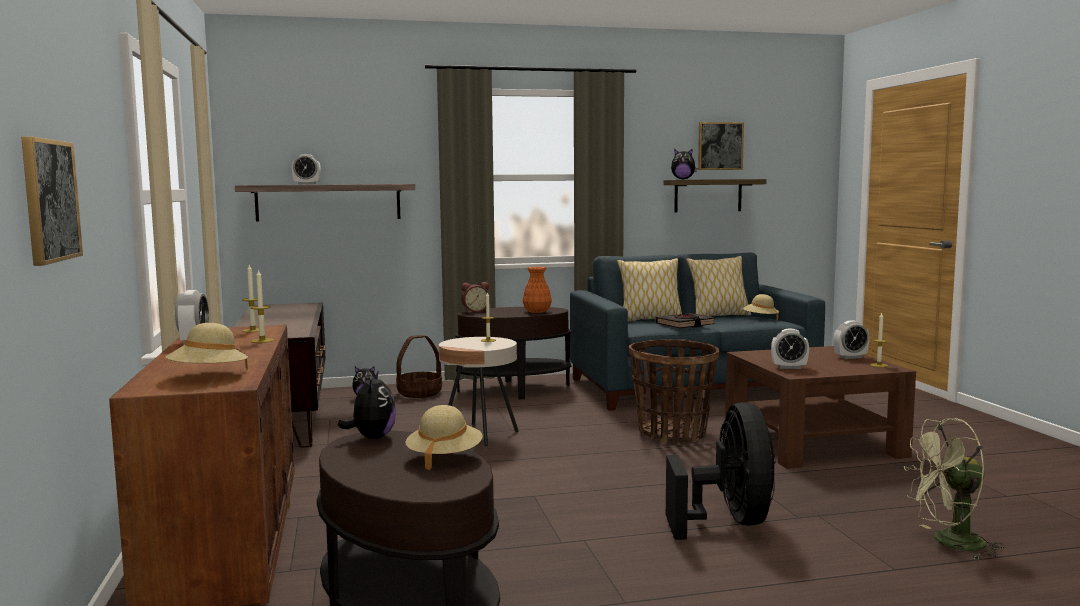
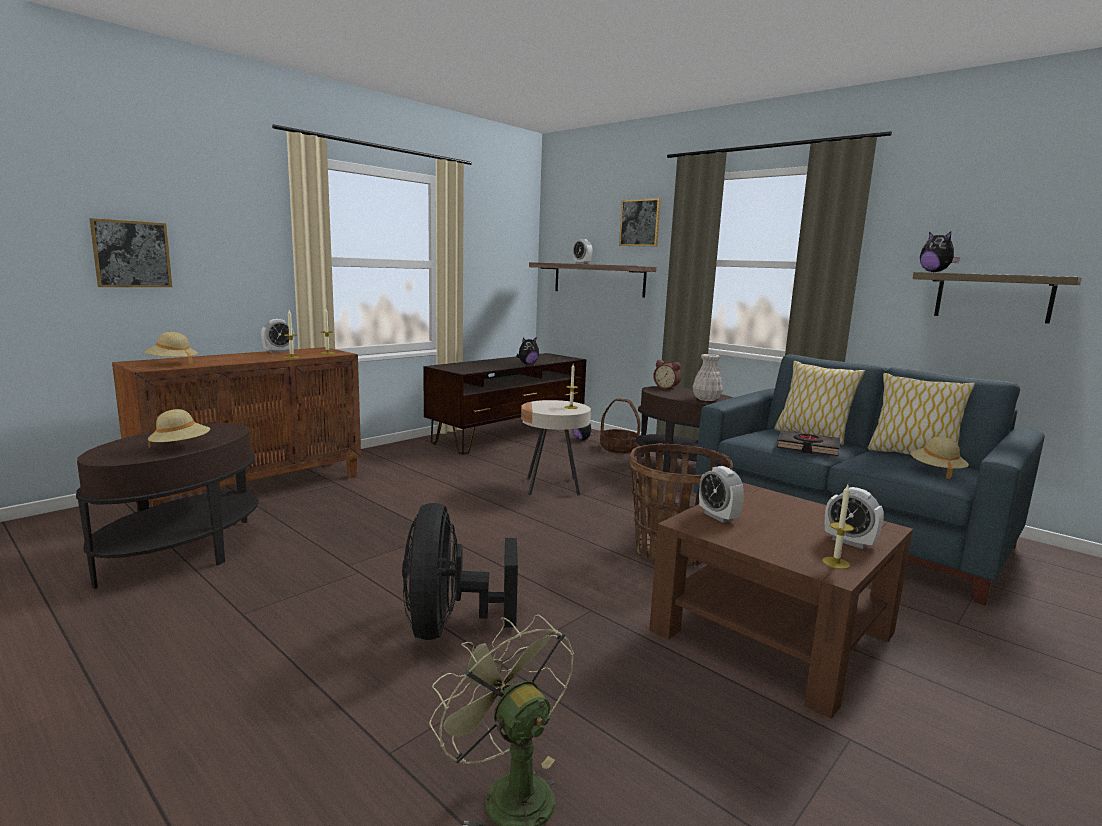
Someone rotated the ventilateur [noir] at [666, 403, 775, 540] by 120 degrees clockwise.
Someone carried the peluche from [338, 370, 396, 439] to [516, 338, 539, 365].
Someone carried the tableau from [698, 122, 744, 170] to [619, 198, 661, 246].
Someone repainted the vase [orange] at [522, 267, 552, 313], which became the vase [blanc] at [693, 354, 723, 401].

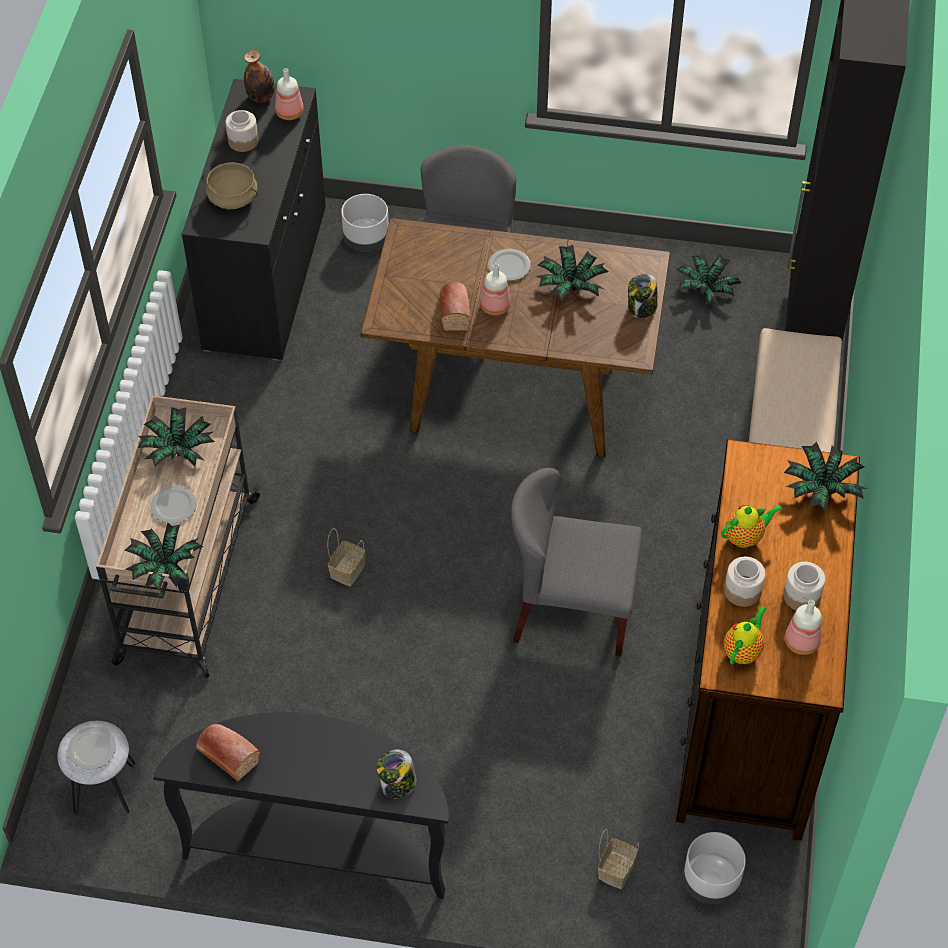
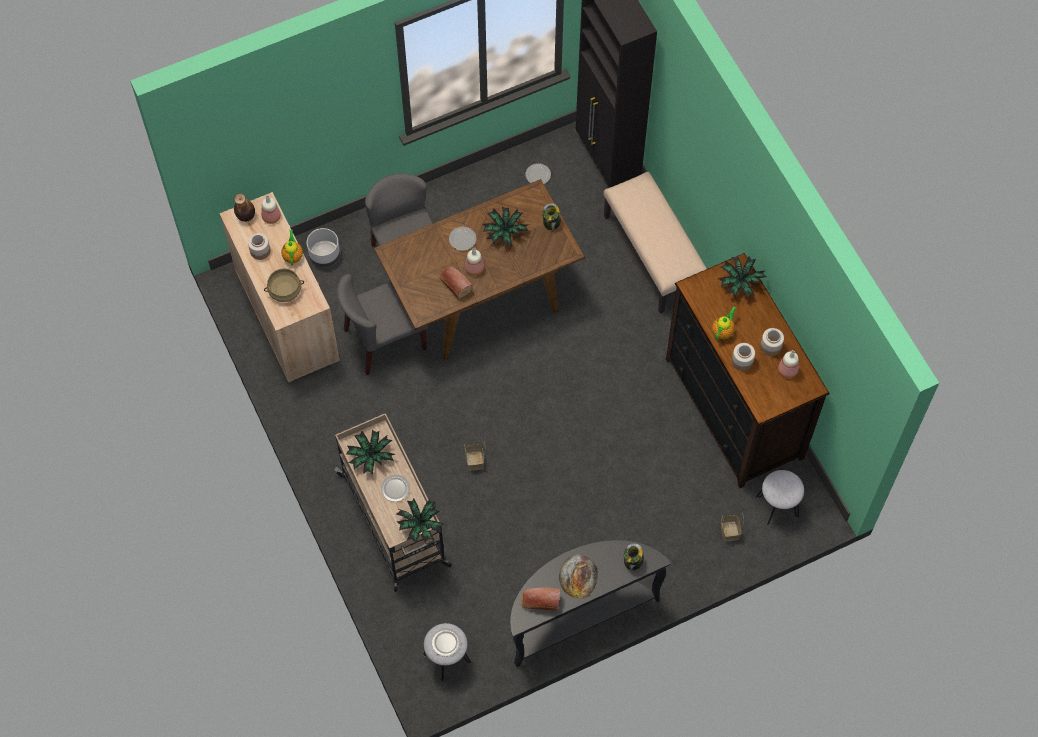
Someone repainted the meuble de rangement [noir] at [182, 79, 326, 361], which became the meuble de rangement [beige] at [220, 192, 340, 382].
Someone carried the théière from [724, 605, 767, 664] to [281, 230, 303, 265].
Someone carried the chaise [gris] from [511, 468, 642, 657] to [337, 274, 428, 375].
Someone swapped the plante en pot at [675, 254, 742, 306] for the assiette at [525, 163, 551, 184].
Someone put down the pain at [559, 554, 598, 598].
Someone swapped the cache-pot [gris] at [683, 832, 746, 904] for the tabouret [gris] at [757, 470, 804, 526].

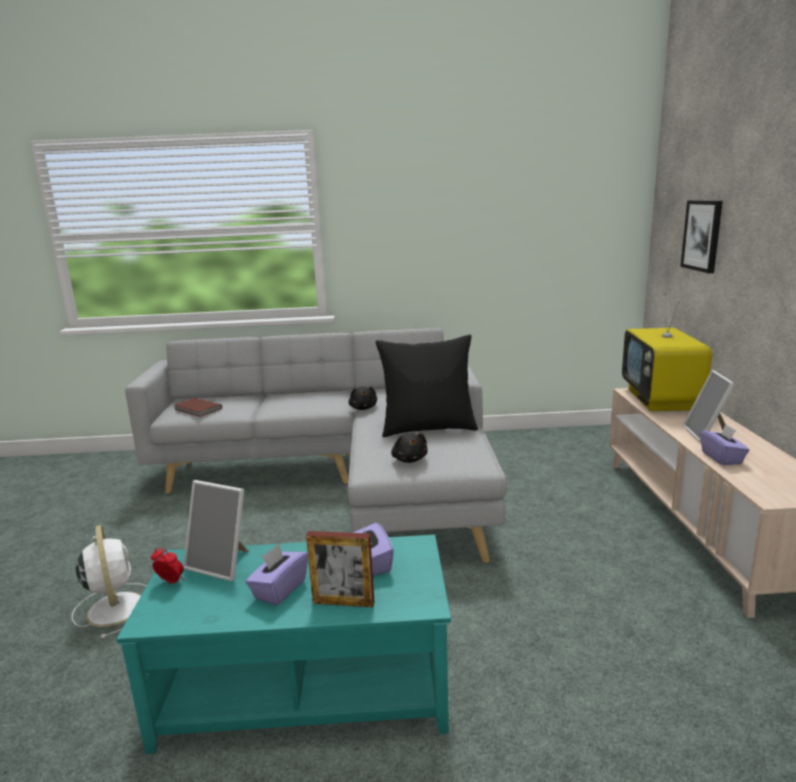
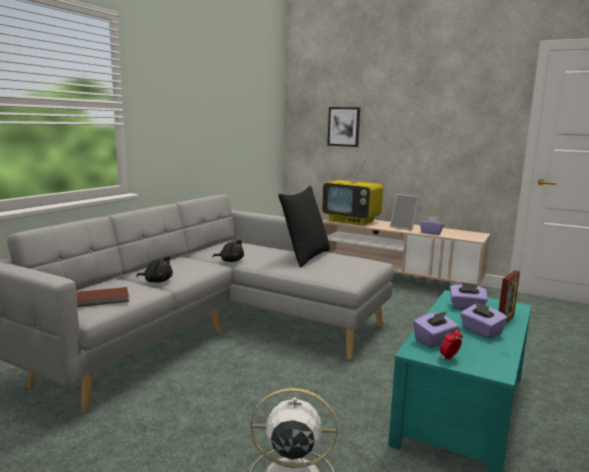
Someone carried the peluche [noir] from [391, 433, 428, 463] to [136, 257, 173, 283].
Someone swapped the cadre photo at [183, 480, 249, 581] for the boîte à mouchoirs [violet] at [413, 311, 459, 348].

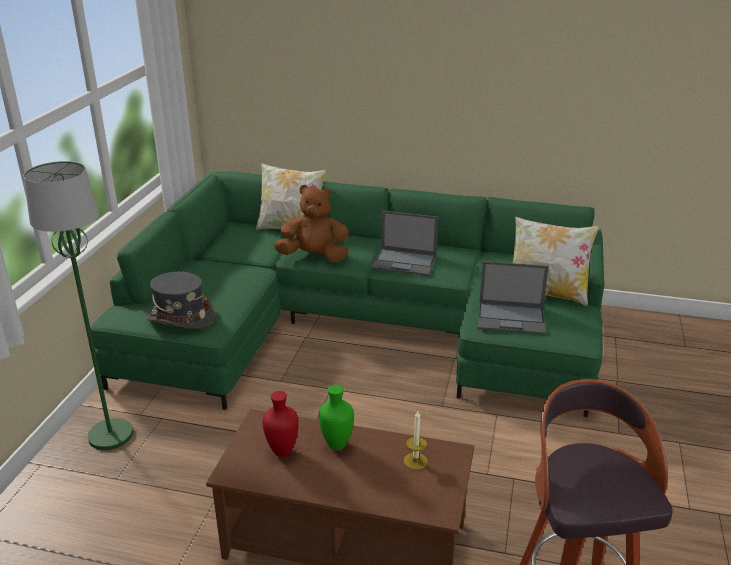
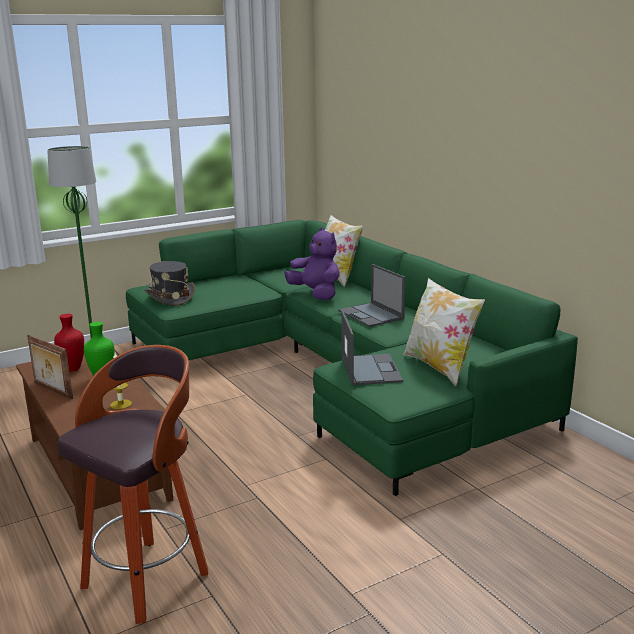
Someone put down the cadre photo at [27, 335, 73, 399].
Someone repainted the peluche [marron] at [274, 185, 349, 262], which became the peluche [violet] at [284, 228, 340, 300].
Someone rotated the ordinateur portable at [478, 261, 549, 334] by 150 degrees counterclockwise.

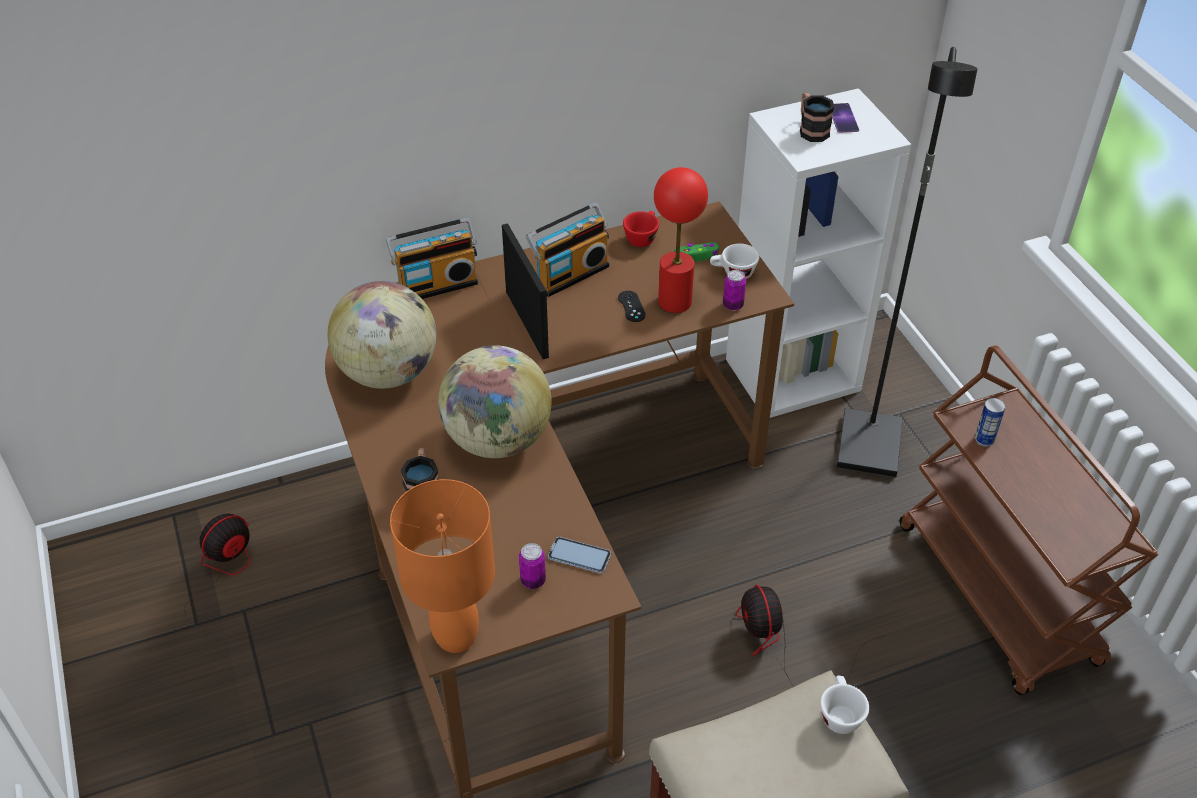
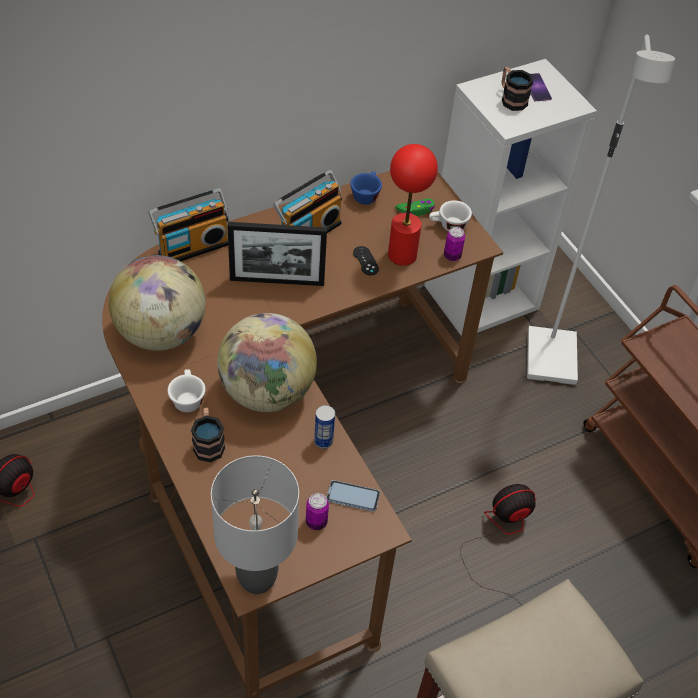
Someone carried the tasse [blanc] from [820, 676, 869, 734] to [168, 369, 206, 412].
Someone repainted the lampe de table [orange] at [390, 479, 495, 653], which became the lampe de table [gris] at [211, 455, 299, 594].
Someone rotated the cadre photo at [502, 223, 549, 359] by 120 degrees clockwise.
Someone carried the boîte métallique from [975, 398, 1005, 447] to [314, 405, 335, 449].
Someone repainted the tasse [rouge] at [623, 211, 659, 247], which became the tasse [bleu] at [350, 171, 382, 205].
Someone rotated the ventilateur at [735, 585, 887, 687] by 90 degrees clockwise.
Someone repainted the lampadaire [noir] at [837, 47, 977, 478], which became the lampadaire [blanc] at [527, 34, 675, 385].

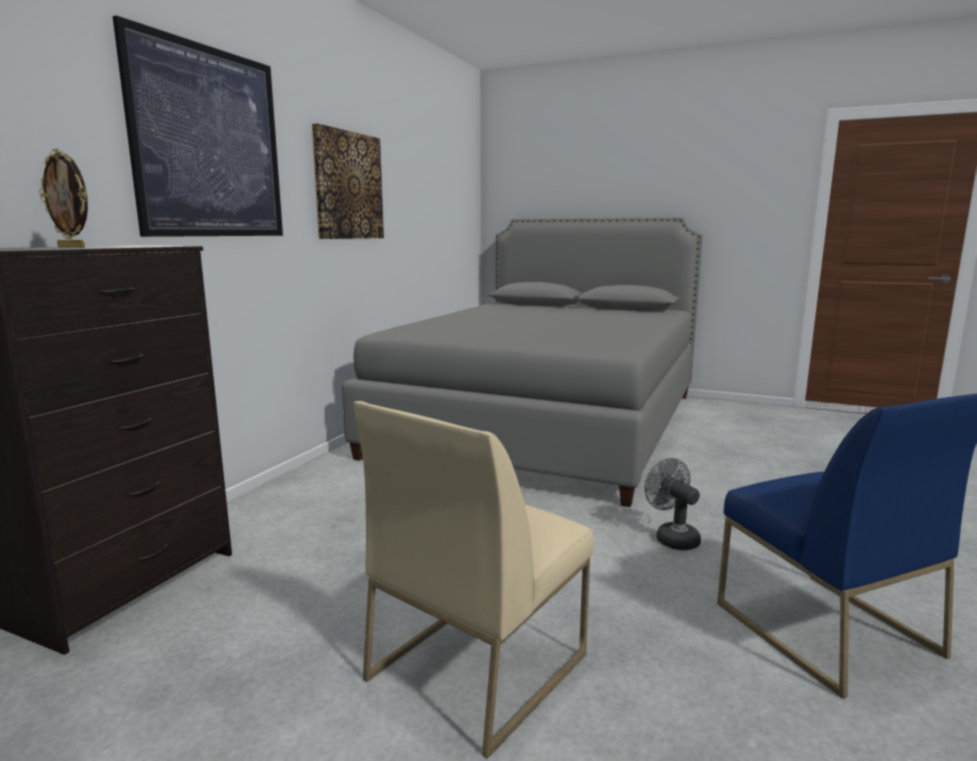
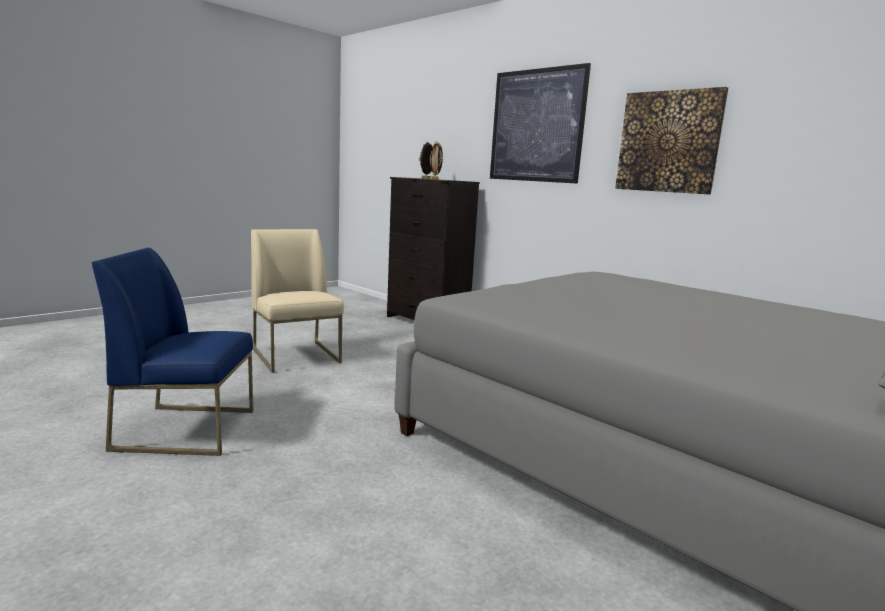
Someone put down the cadre photo at [430, 141, 443, 180].
Someone took away the ventilateur [gris] at [645, 458, 701, 550].

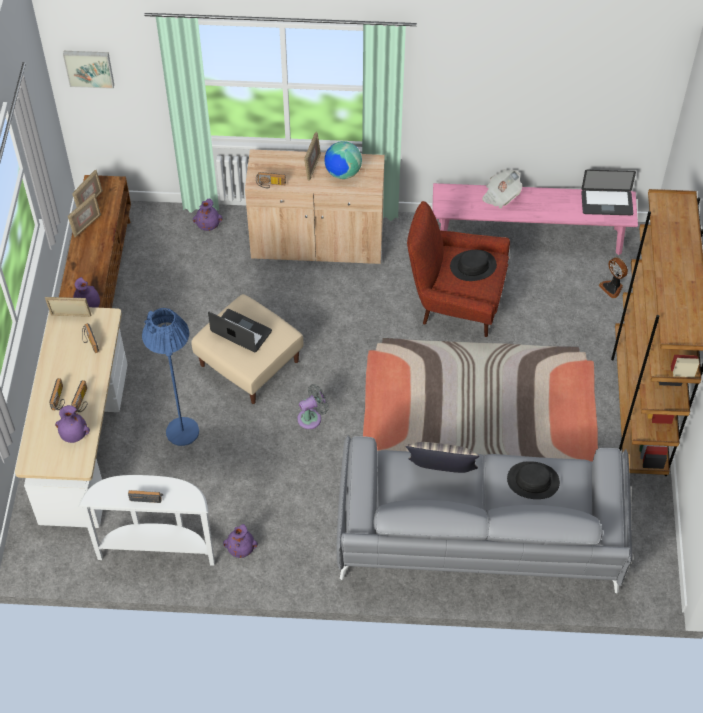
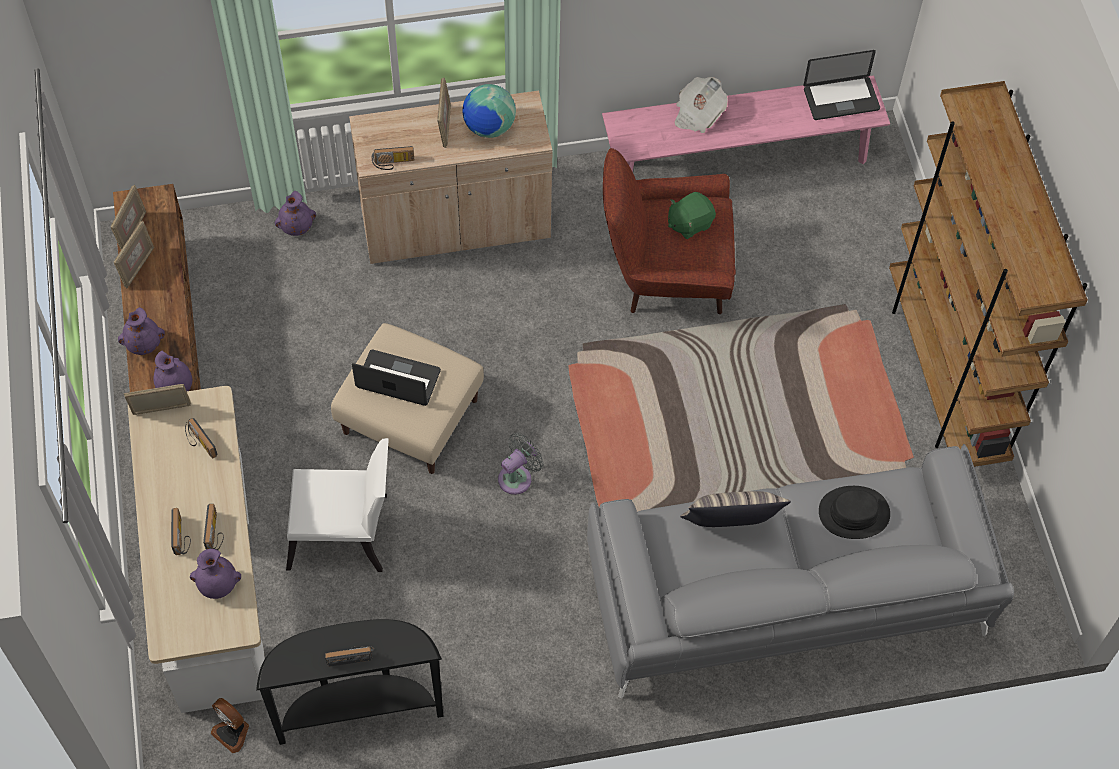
Someone carried the vase [violet] from [223, 524, 258, 558] to [118, 307, 165, 355].
Someone carried the ventilateur from [599, 257, 628, 298] to [211, 698, 249, 753].
Someone repainted the table console [blanc] at [78, 475, 215, 566], which became the table console [noir] at [256, 619, 443, 745].
Someone swapped the lampadaire [bleu] at [142, 308, 199, 446] for the chaise [blanc] at [286, 438, 389, 572].
Someone swapped the chapeau [noir] at [450, 250, 497, 281] for the peluche [vert] at [668, 192, 716, 239].
Someone took away the tableau at [63, 51, 114, 89].

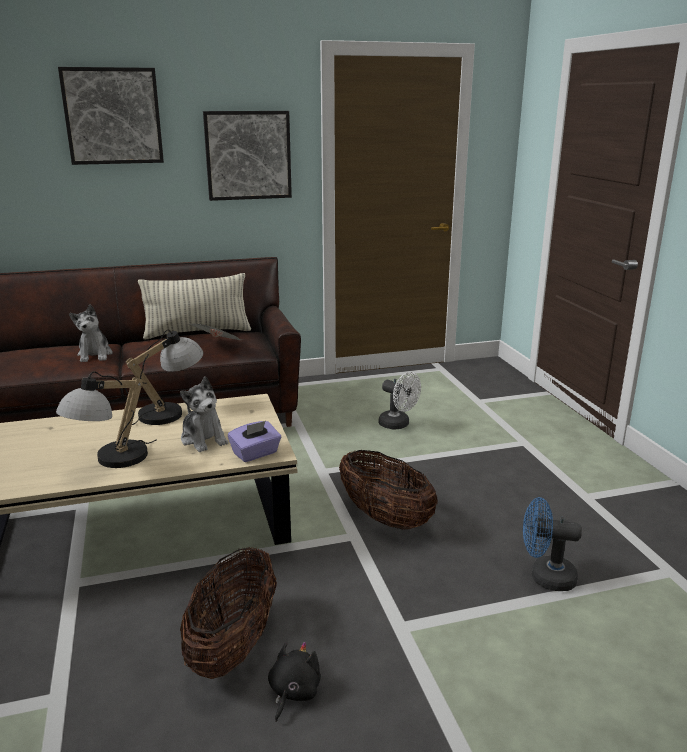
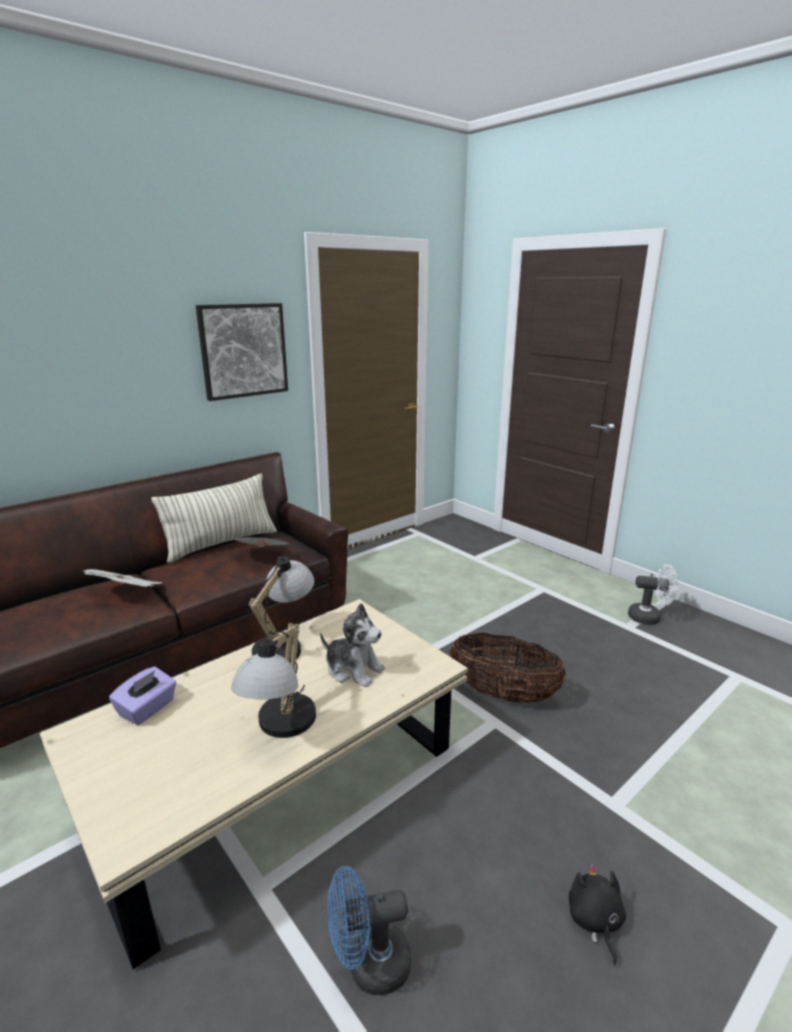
Someone swapped the peluche at [69, 305, 113, 362] for the journal at [82, 569, 163, 587].
Someone carried the boîte à mouchoirs [violet] from [228, 421, 281, 462] to [109, 666, 176, 725].
Someone carried the ventilateur [bleu] from [523, 497, 582, 591] to [327, 866, 411, 995].
Someone carried the ventilateur [blanc] from [379, 372, 421, 430] to [628, 564, 678, 624].
Someone took away the tableau at [58, 67, 164, 165].
Someone took away the panier at [180, 547, 277, 679].

